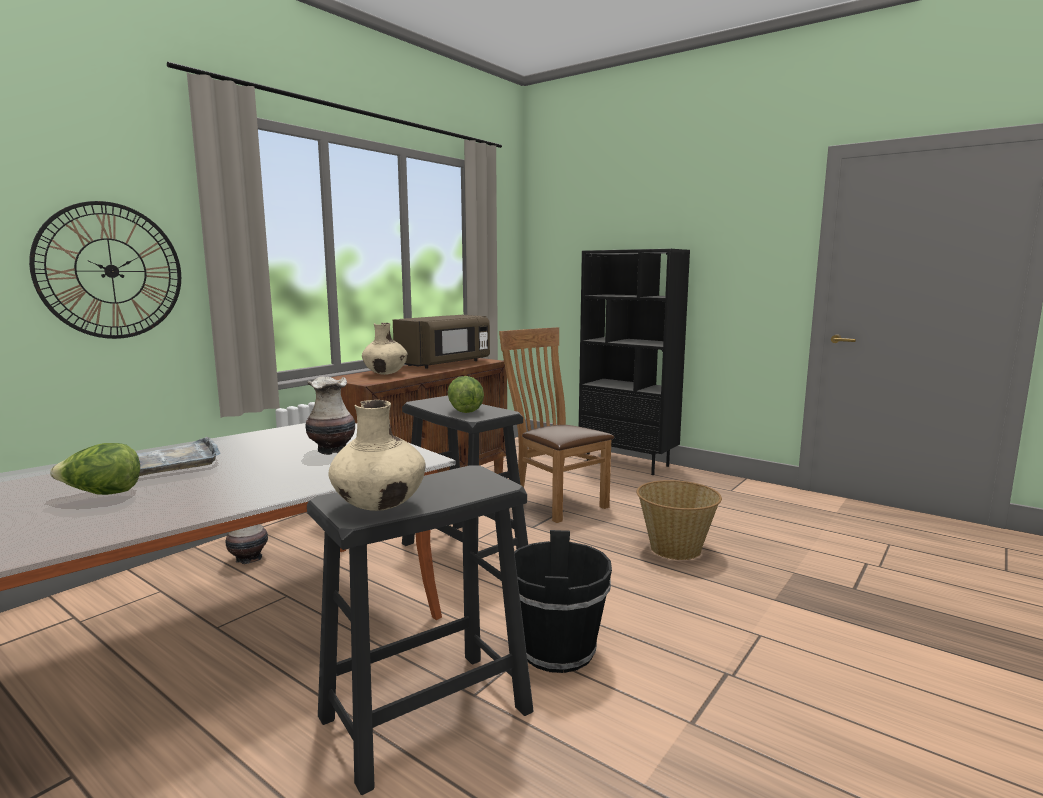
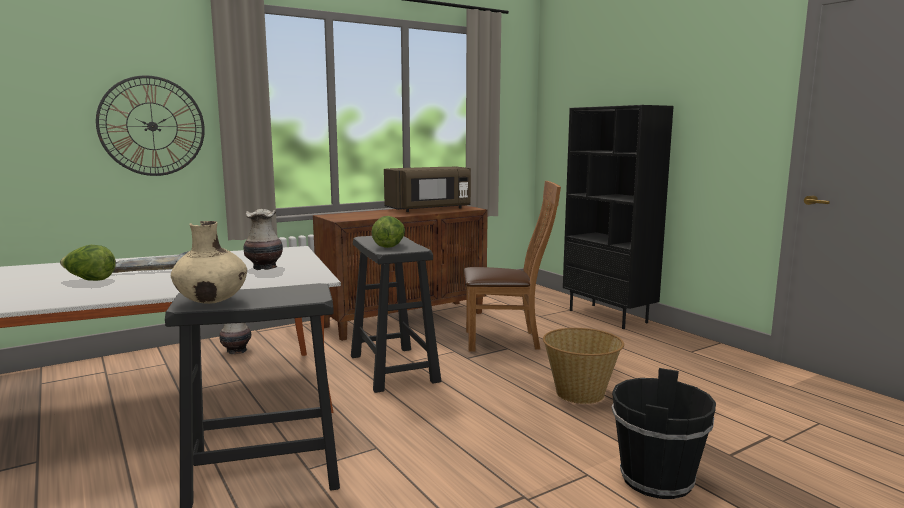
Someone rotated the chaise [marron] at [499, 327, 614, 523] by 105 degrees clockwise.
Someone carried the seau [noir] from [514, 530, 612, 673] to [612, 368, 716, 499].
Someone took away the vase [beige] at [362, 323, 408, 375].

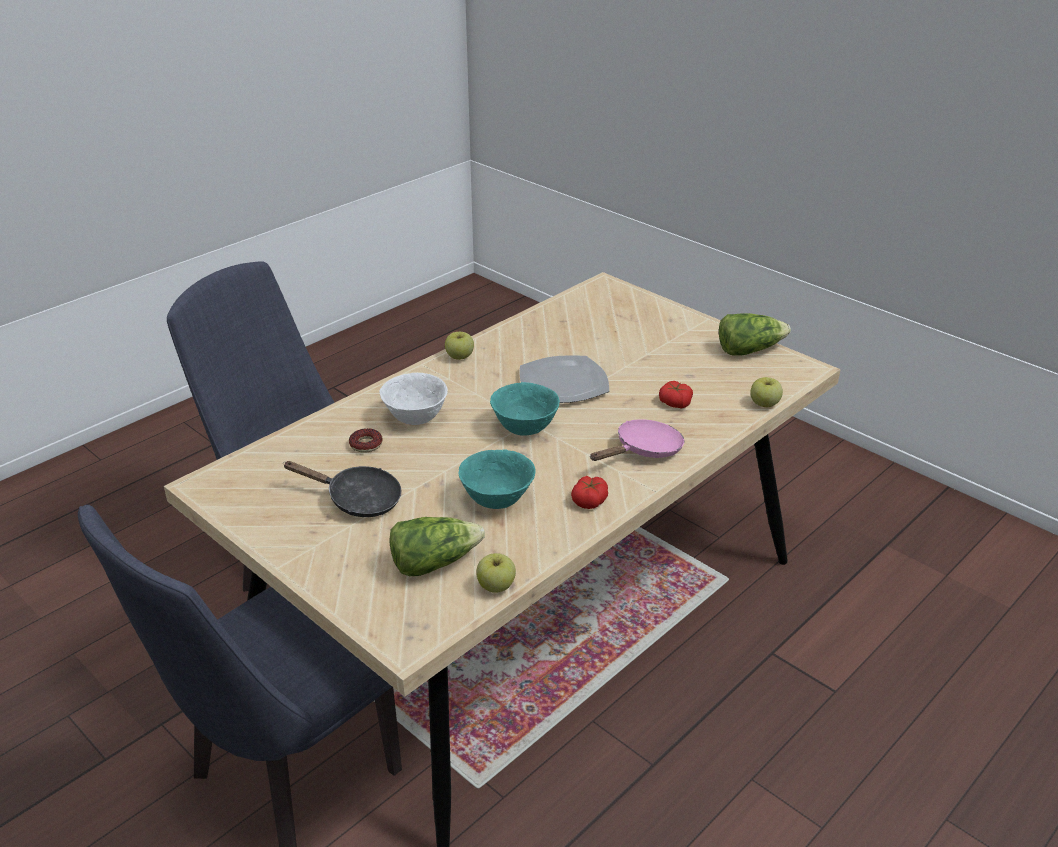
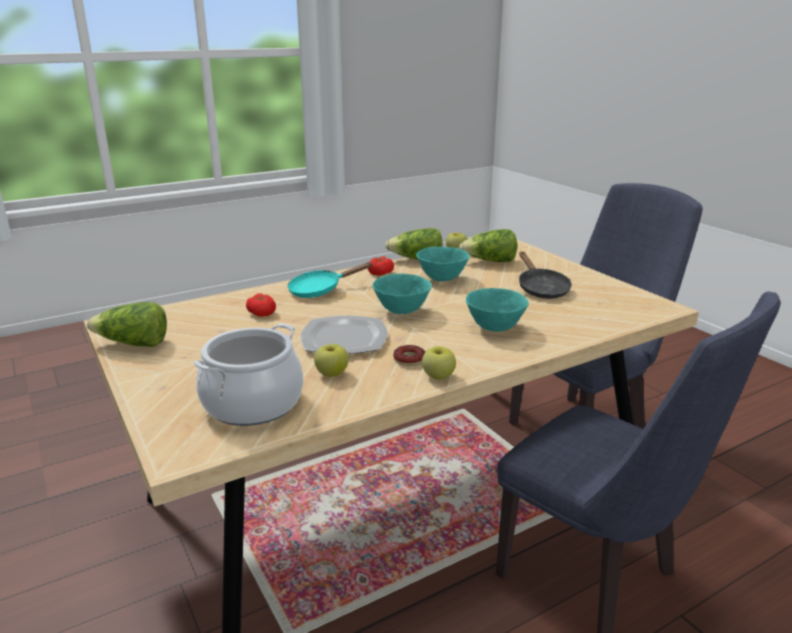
Someone put down the marmite at [194, 323, 303, 426].
Someone repainted the poêle [rose] at [590, 419, 685, 461], which became the poêle [turquoise] at [287, 262, 373, 298].
Someone carried the pomme from [751, 377, 783, 407] to [314, 344, 348, 377].
Someone put down the laitue at [385, 228, 443, 260].
Someone carried the beignet from [349, 428, 383, 453] to [393, 345, 425, 366].
Someone repainted the bol [blanc] at [380, 373, 448, 425], which became the bol [turquoise] at [466, 288, 529, 332].
Someone rotated the poêle [noir] at [283, 461, 402, 517] by 135 degrees counterclockwise.

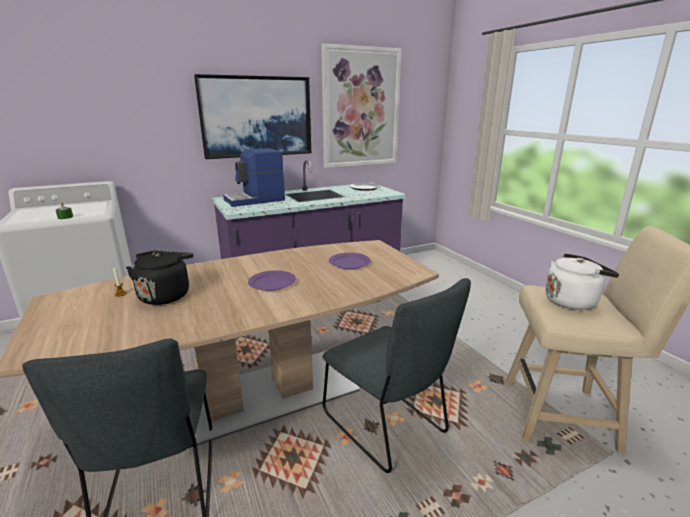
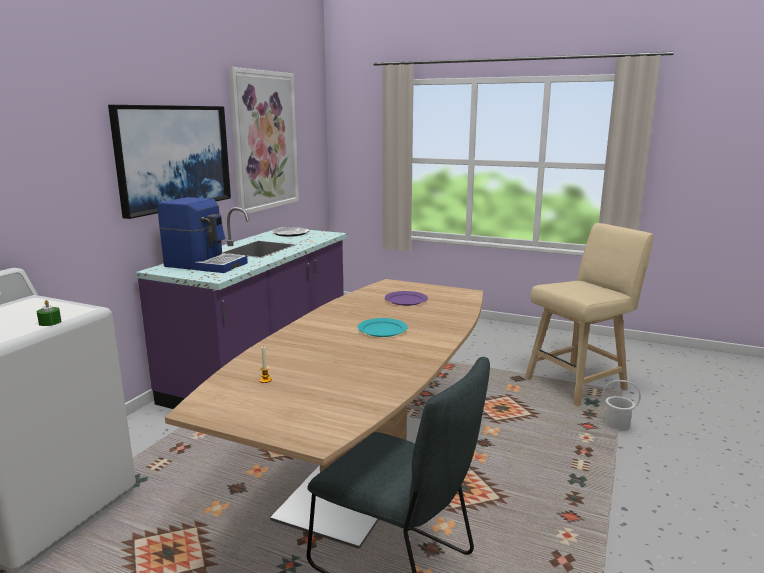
Someone rotated the machine à café at [223, 148, 285, 207] by 90 degrees counterclockwise.
Someone repainted the assiette [violet] at [248, 270, 296, 291], which became the assiette [turquoise] at [358, 318, 408, 337].
Someone put down the seau [blanc] at [602, 380, 641, 431].
Someone took away the bouilloire [noir] at [126, 251, 193, 305].
Someone took away the chaise [gris] at [322, 278, 471, 473].
Someone took away the bouilloire [blanc] at [545, 253, 619, 310].

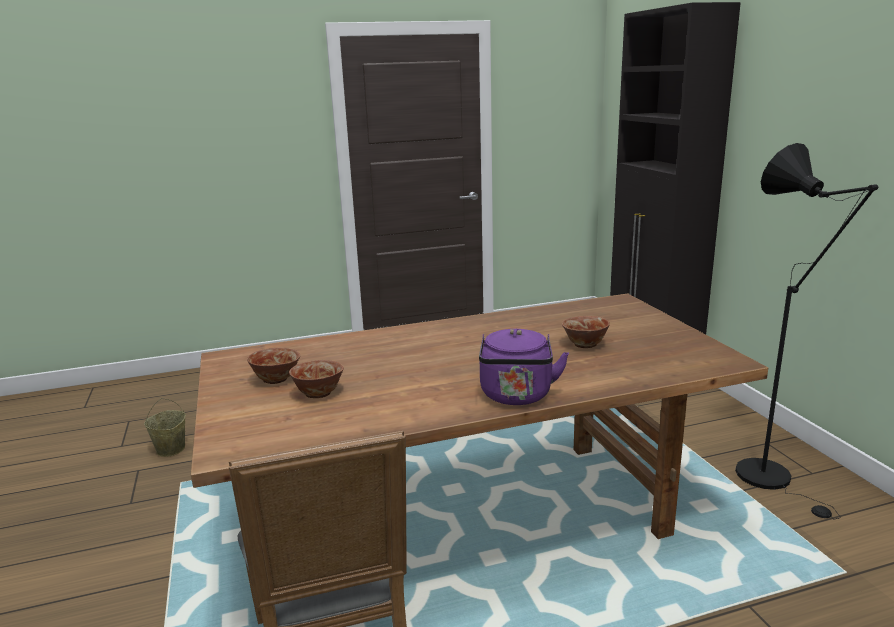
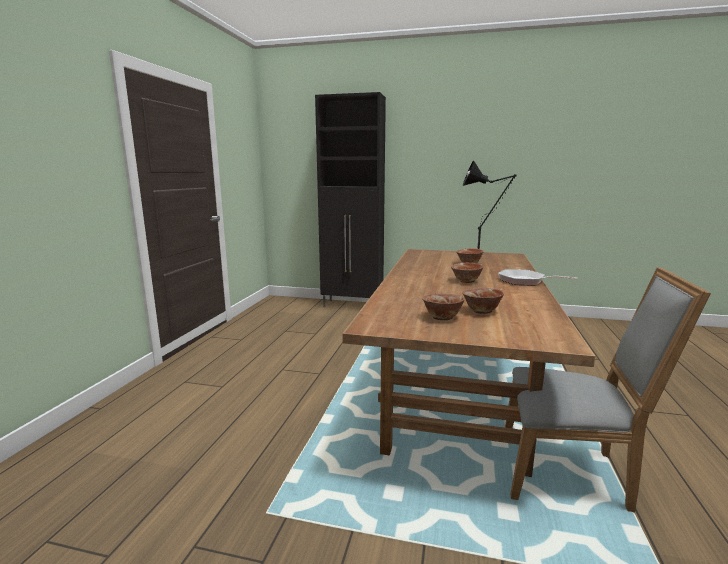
Someone put down the bol at [451, 263, 483, 283].
Someone swapped the bouilloire [violet] at [479, 328, 569, 405] for the poêle at [498, 269, 578, 285].
Someone took away the seau [beige] at [144, 398, 186, 457].

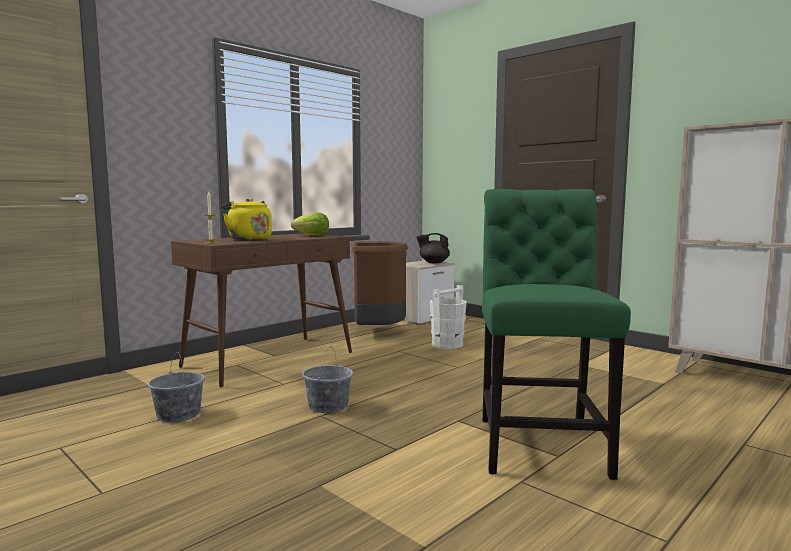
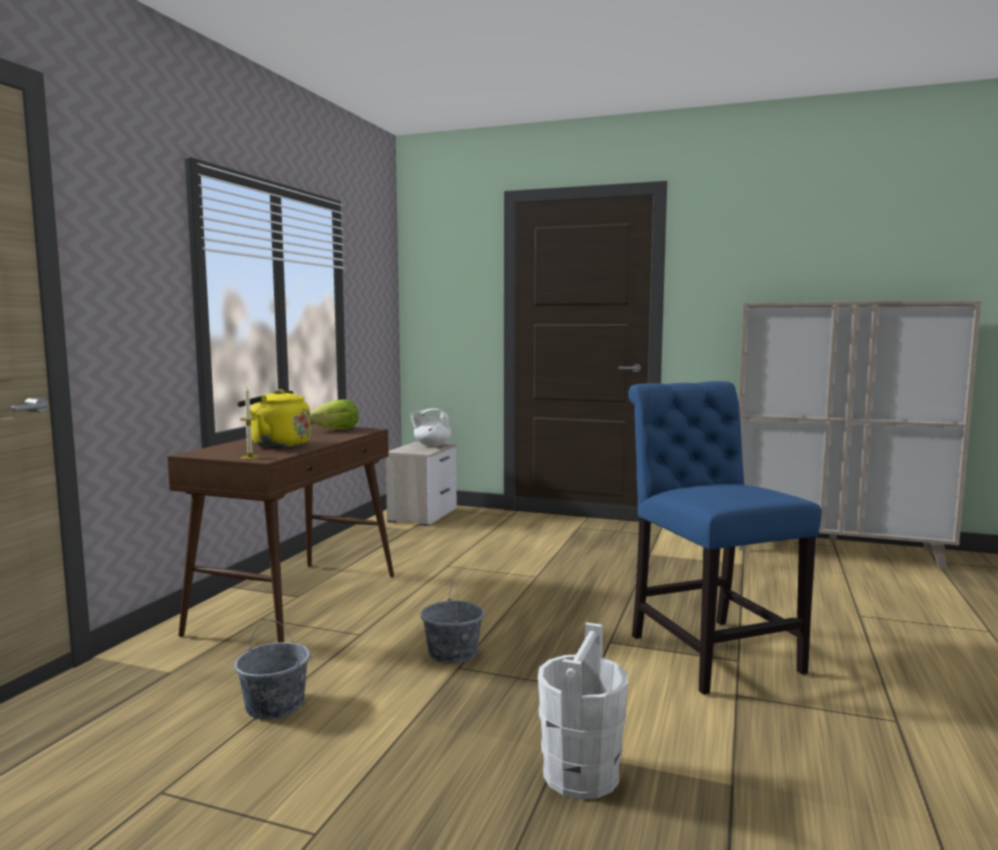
Someone repainted the théière [noir] at [416, 233, 450, 263], which became the théière [blanc] at [410, 408, 452, 447].
Someone carried the seau [blanc] from [430, 285, 467, 349] to [538, 622, 628, 799].
Someone repainted the chaise [vert] at [482, 189, 631, 480], which became the chaise [bleu] at [628, 381, 822, 694].
Someone took away the poubelle [marron] at [352, 241, 408, 325].

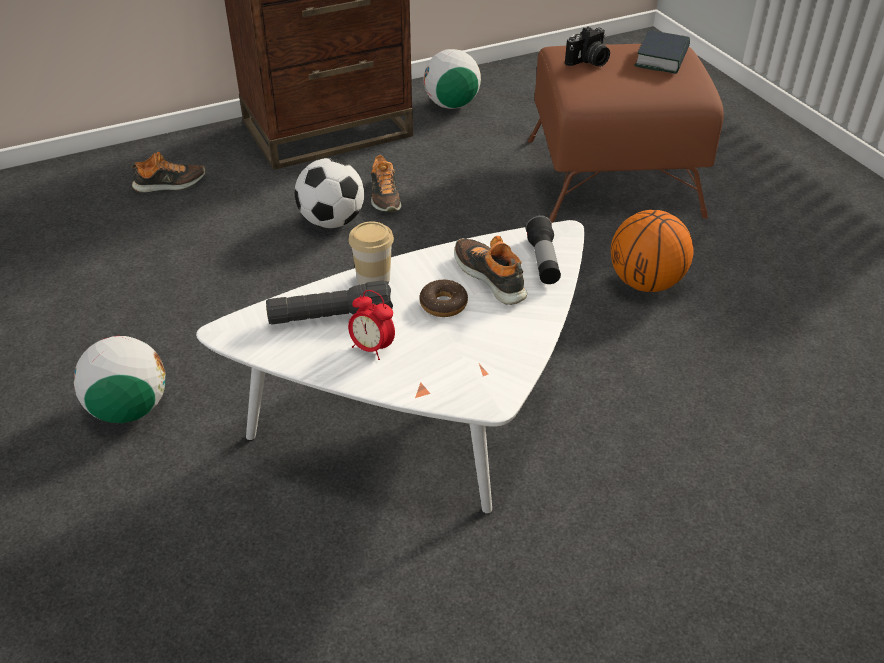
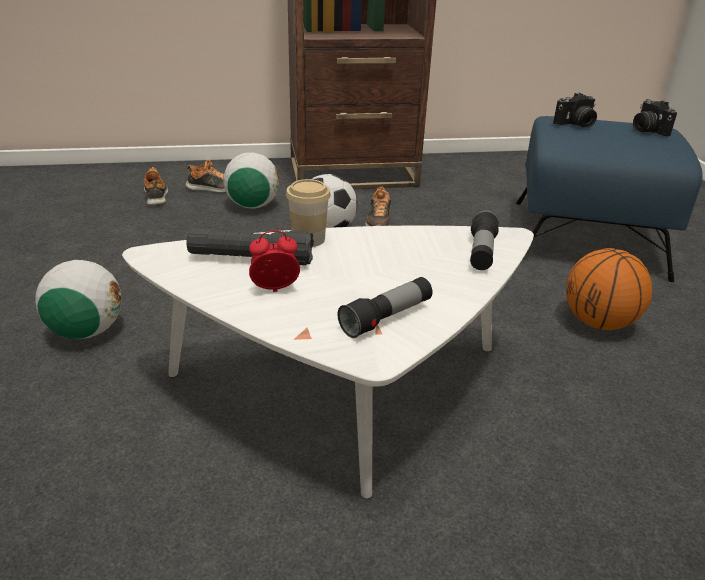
Someone carried the chaussure from [454, 236, 527, 305] to [143, 167, 168, 206].
Someone carried the ballon de foot from [423, 49, 481, 109] to [223, 152, 279, 209].
Someone rotated the réveil at [348, 290, 395, 360] by 120 degrees clockwise.
Someone put down the lampe de poche at [337, 277, 433, 338].
Someone repainted the pouf [marron] at [528, 44, 724, 223], which became the pouf [bleu] at [516, 116, 702, 282].
Someone swapped the livre at [634, 30, 690, 74] for the appareil photo at [633, 99, 677, 136].
Someone took away the beignet at [420, 280, 468, 317].

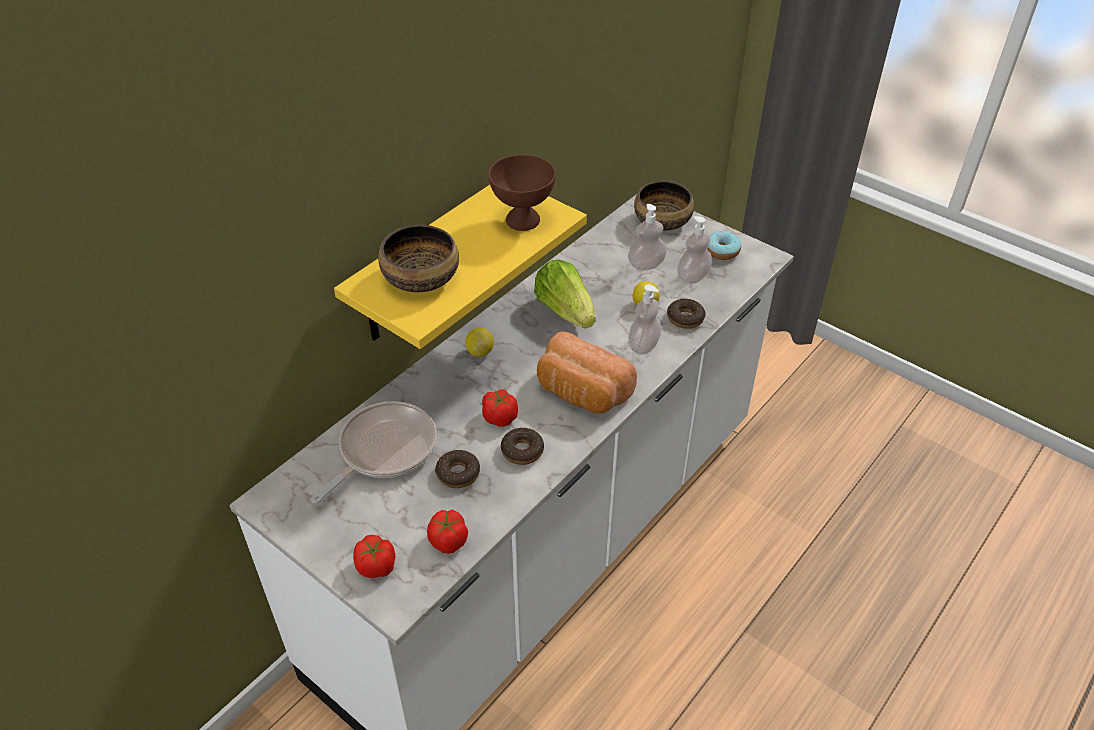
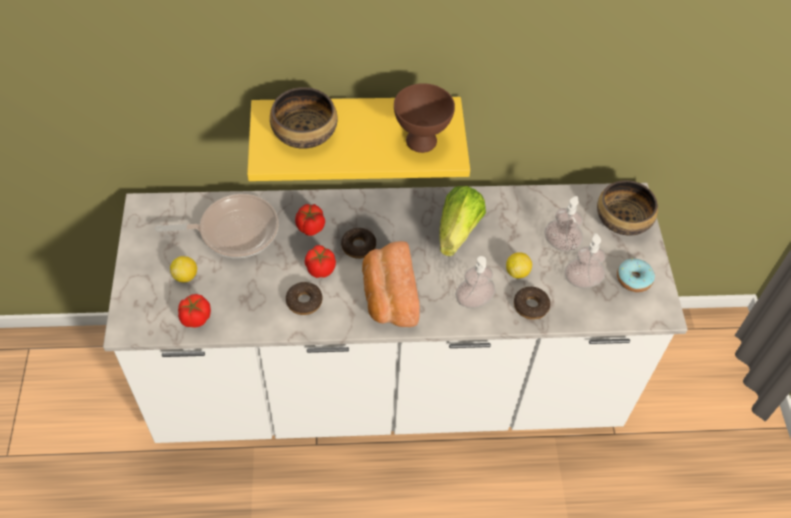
Someone carried the citron from [465, 328, 494, 357] to [170, 256, 197, 282].
Someone carried the tomate from [353, 535, 395, 578] to [295, 204, 325, 236].
Someone carried the beignet from [435, 450, 480, 488] to [341, 228, 376, 259].

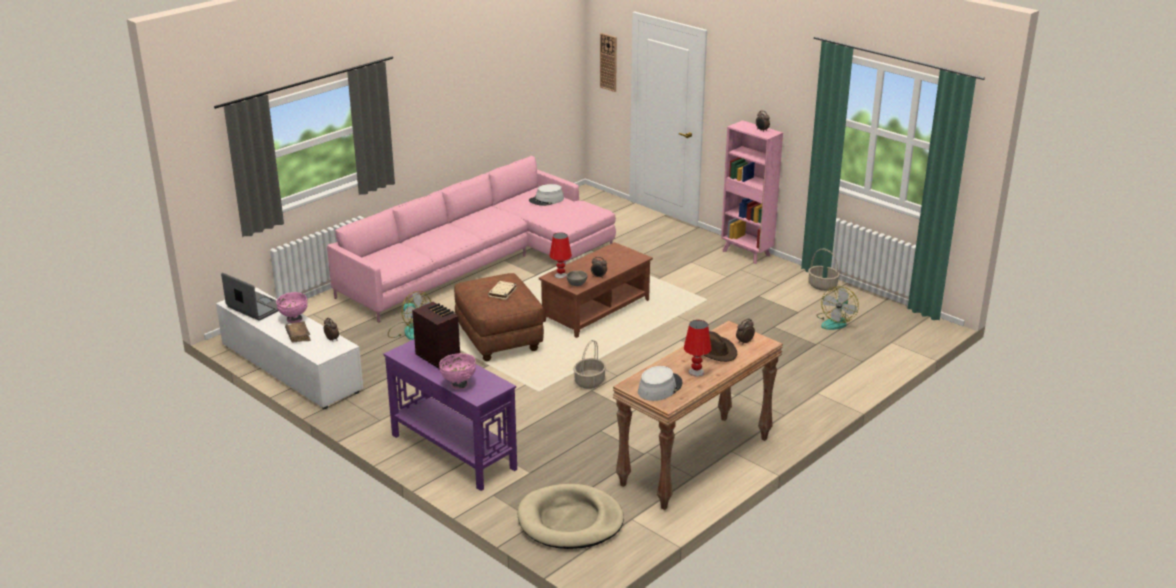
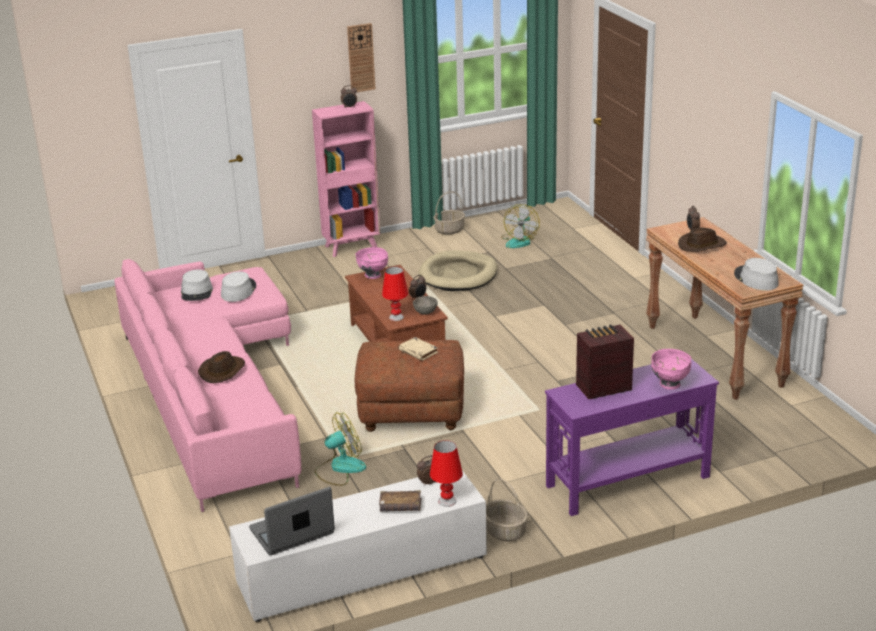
Someone put down the chapeau [marron] at [198, 351, 245, 383].
Someone put down the chapeau [gris] at [221, 271, 256, 302].
Someone carried the horloge murale from [600, 33, 617, 92] to [347, 23, 376, 92].
Someone carried the bol [rose] from [276, 292, 308, 323] to [355, 247, 388, 279].
Someone carried the panier pour chien [beige] from [517, 484, 624, 549] to [418, 251, 497, 291].
Someone carried the lampe de table [rouge] from [684, 320, 712, 376] to [430, 440, 463, 507].
Someone carried the panier from [574, 340, 606, 389] to [486, 479, 528, 541].
Someone rotated the ventilateur at [816, 286, 859, 330] by 60 degrees clockwise.

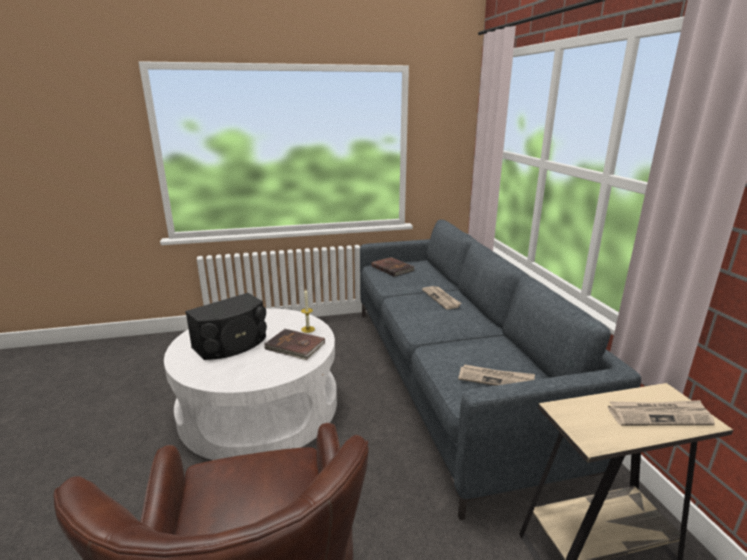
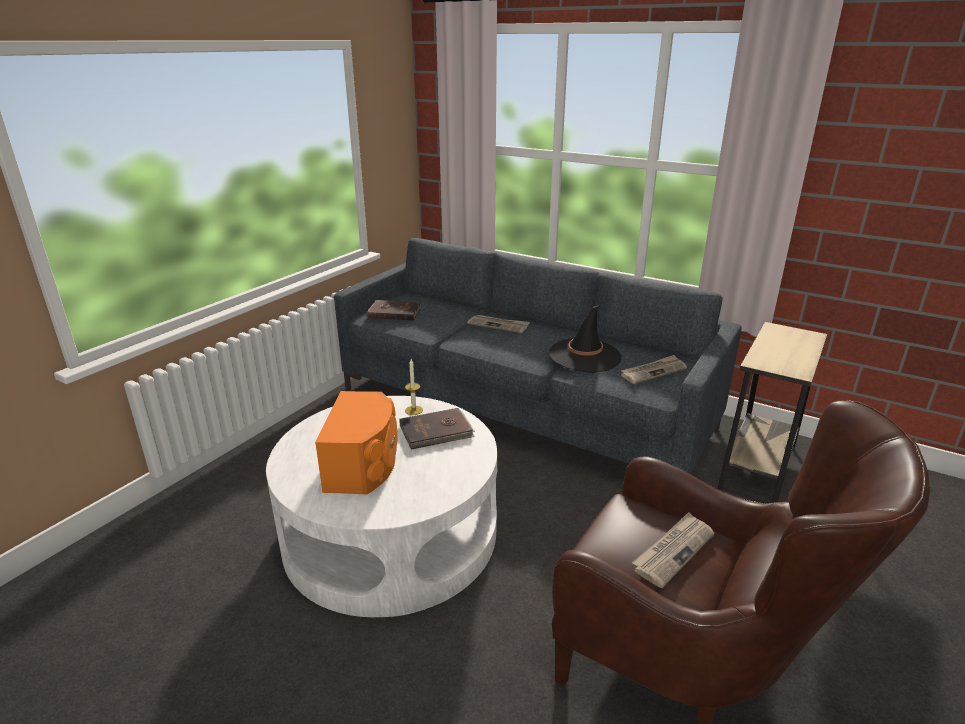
Someone repainted the enceinte [noir] at [185, 293, 267, 360], which became the enceinte [orange] at [315, 391, 397, 494].
Someone put down the chapeau [noir] at [550, 304, 621, 372].
Someone carried the journal from [608, 400, 715, 426] to [632, 512, 715, 588].

